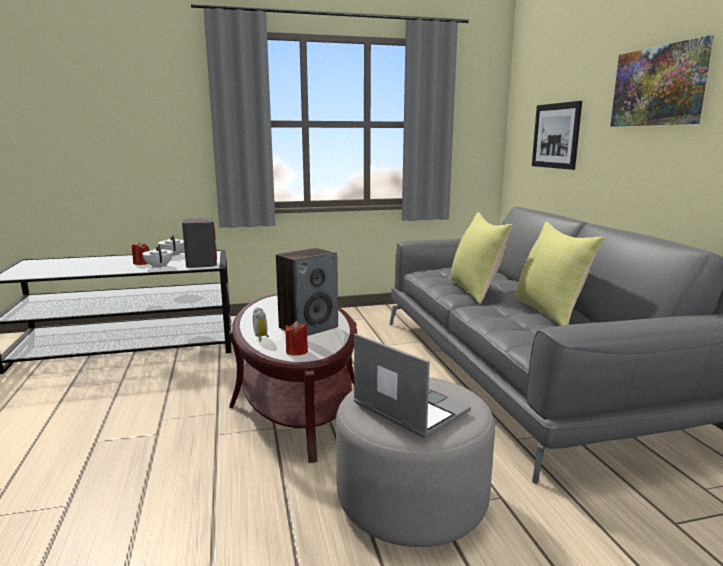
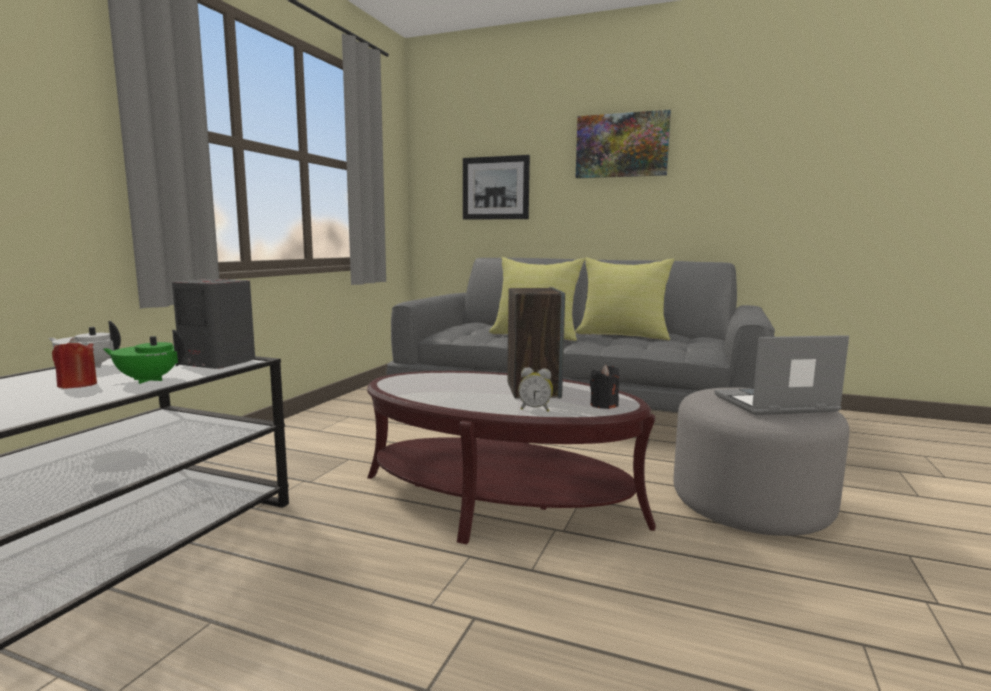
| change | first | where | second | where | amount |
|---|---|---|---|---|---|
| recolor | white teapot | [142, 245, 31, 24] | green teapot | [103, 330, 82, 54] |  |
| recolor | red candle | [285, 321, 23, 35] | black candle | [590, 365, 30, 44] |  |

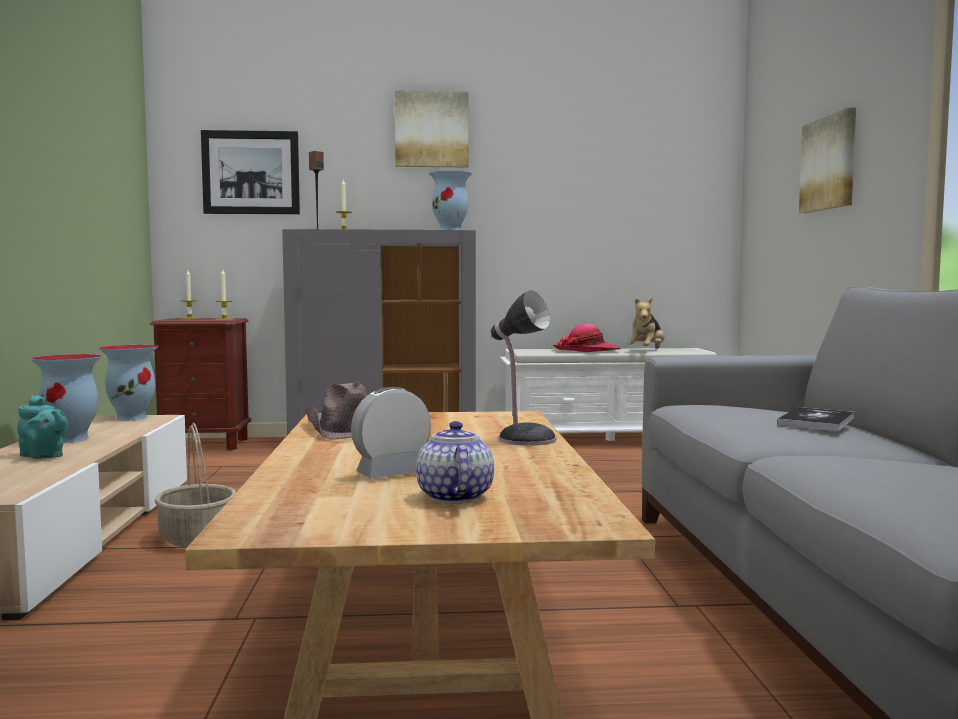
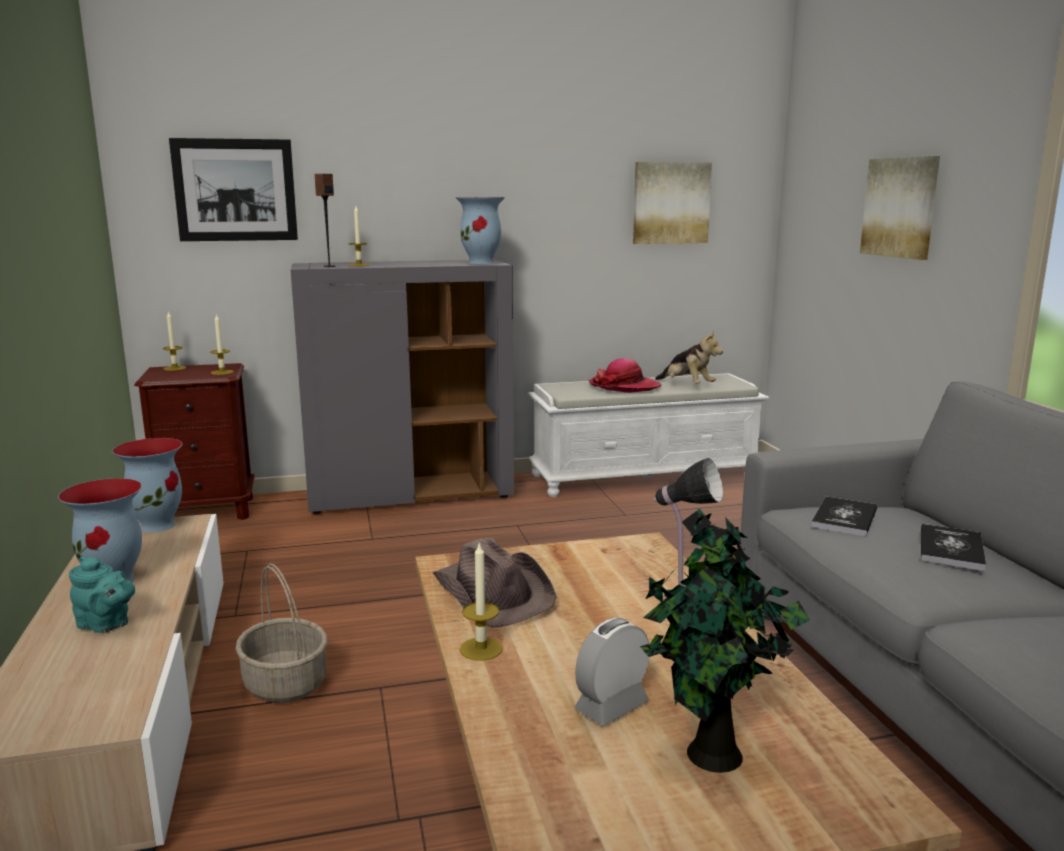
| change | first | where | second | where | amount |
|---|---|---|---|---|---|
| move | picture | [395, 90, 73, 77] |  | [633, 162, 79, 82] |  |
| replace | teapot | [416, 421, 78, 83] | potted plant | [640, 509, 170, 264] |  |
| rotate | plush toy | [627, 297, 38, 52] |  | [655, 331, 68, 52] | 60 degrees counterclockwise |
| insert |  |  | candle | [460, 541, 43, 120] |  |
| insert |  |  | book | [811, 496, 66, 40] |  |

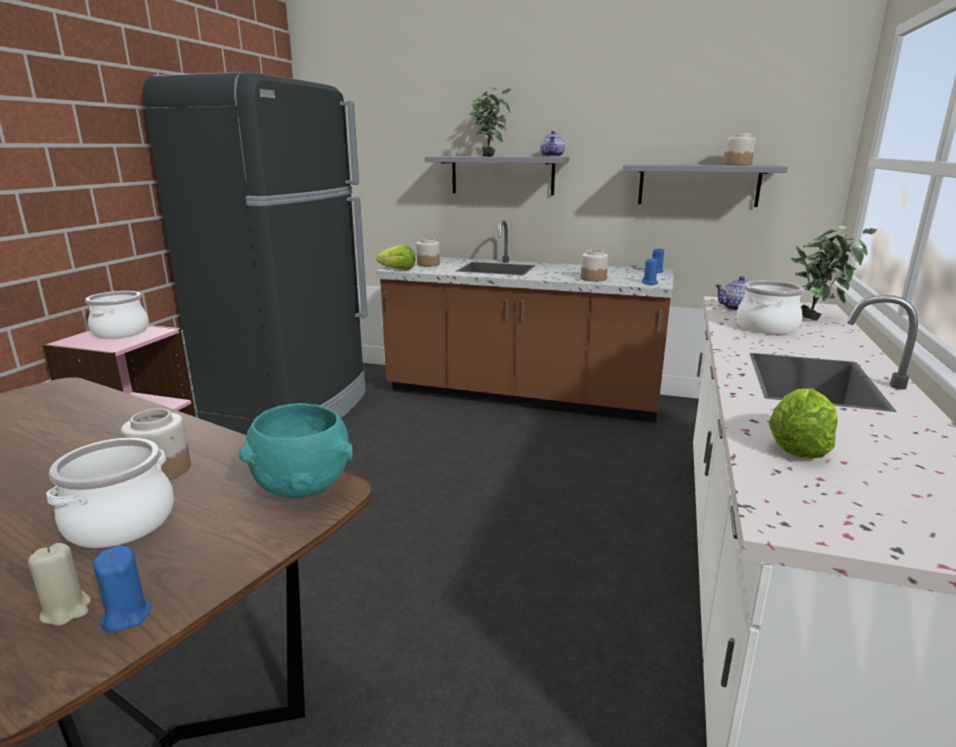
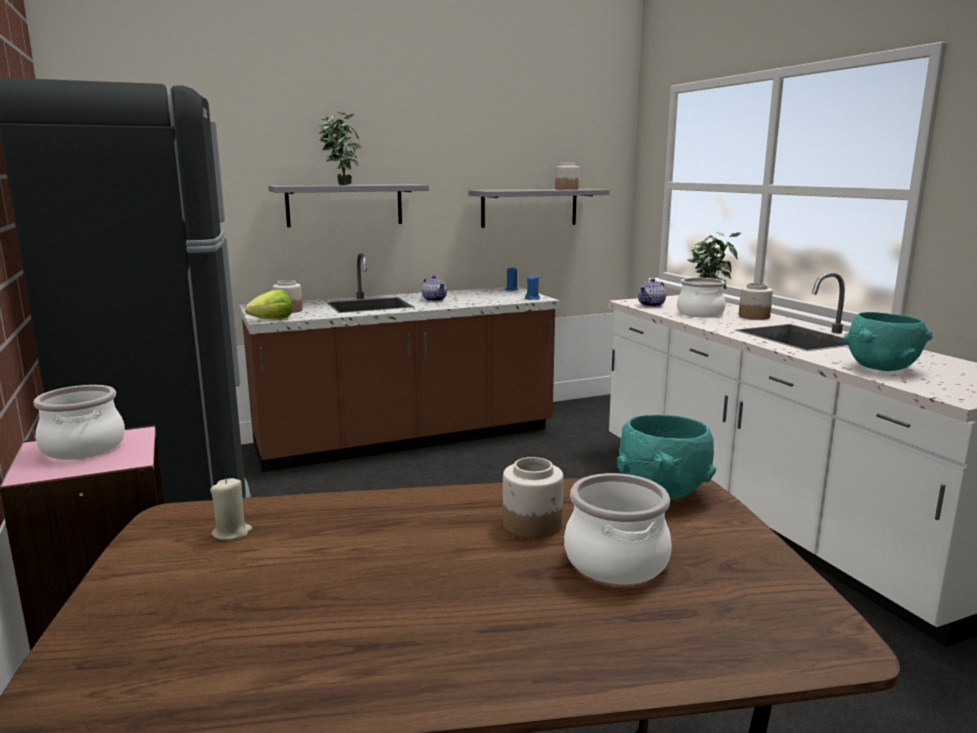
| change | first | where | second | where | amount |
|---|---|---|---|---|---|
| move | beige candle | [28, 543, 63, 83] |  | [210, 478, 42, 62] |  |
| delete | blue candle | [93, 546, 58, 86] |  |  |  |
| move | teapot | [540, 131, 25, 26] |  | [422, 275, 25, 26] |  |
| move | jar | [581, 249, 27, 32] |  | [739, 283, 34, 37] |  |
| replace | lettuce | [769, 389, 69, 69] | turquoise bowl | [844, 312, 89, 59] |  |

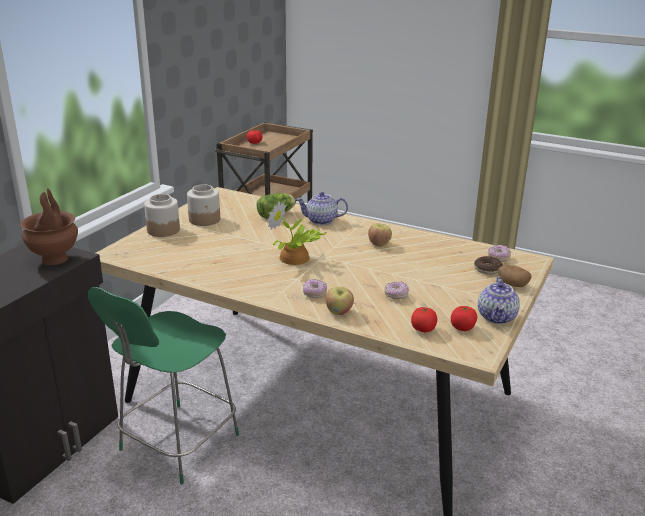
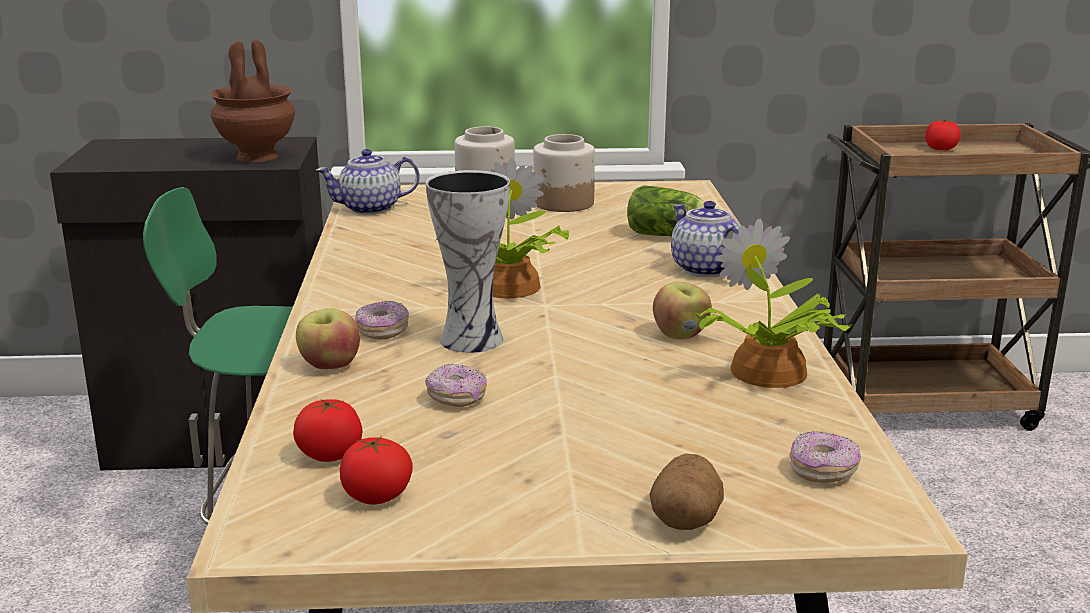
| change | first | where | second | where | amount |
|---|---|---|---|---|---|
| delete | donut | [474, 256, 29, 19] |  |  |  |
| move | teapot | [478, 277, 42, 47] |  | [316, 149, 104, 66] |  |
| insert |  |  | vase | [426, 170, 84, 183] |  |
| insert |  |  | potted plant | [695, 219, 157, 169] |  |

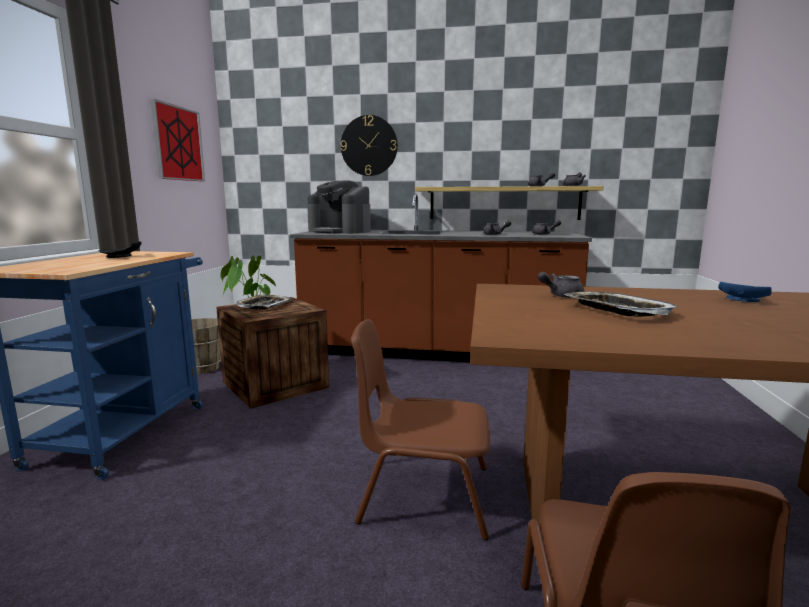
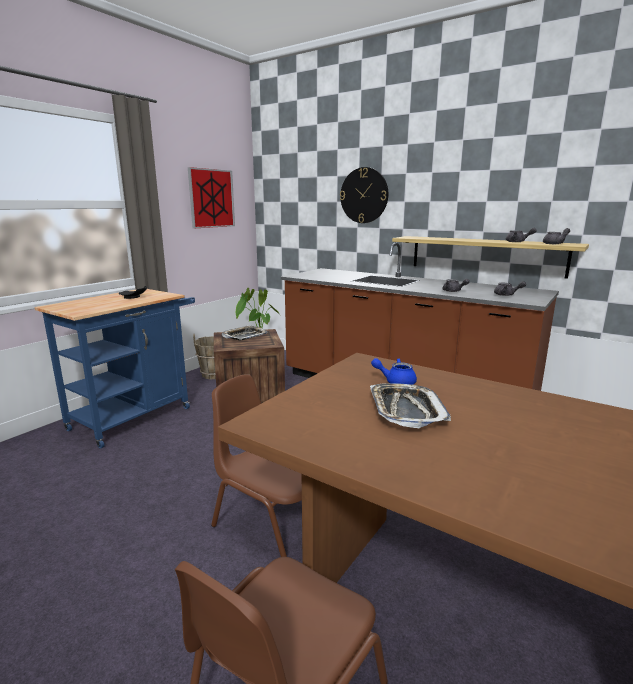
| change | first | where | second | where | amount |
|---|---|---|---|---|---|
| delete | coffee machine | [307, 180, 64, 54] |  |  |  |
| recolor | grey teapot | [538, 272, 47, 26] | blue teapot | [371, 358, 46, 27] |  |
| delete | blue plate | [718, 282, 54, 20] |  |  |  |

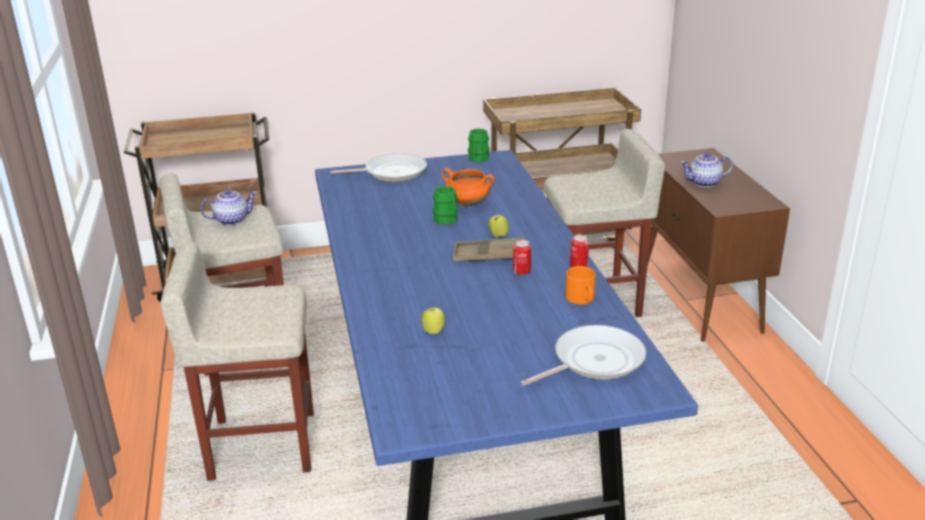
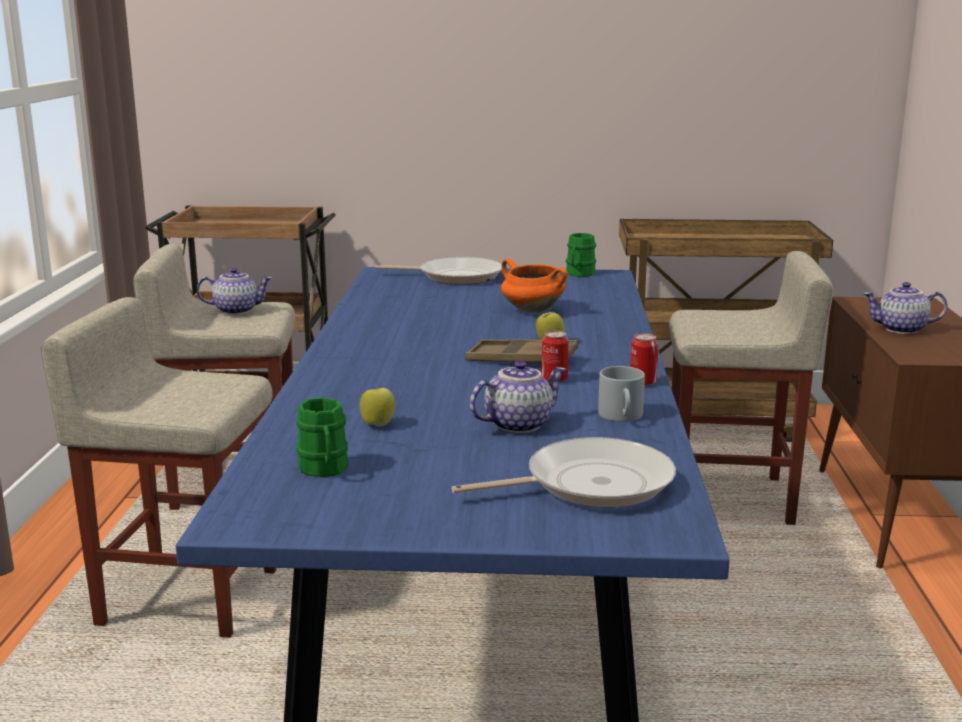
| change | first | where | second | where | amount |
|---|---|---|---|---|---|
| move | green mug | [433, 186, 25, 39] |  | [296, 398, 52, 79] |  |
| recolor | orange mug | [565, 266, 31, 39] | grey mug | [598, 366, 47, 56] |  |
| insert |  |  | teapot | [470, 361, 97, 72] |  |

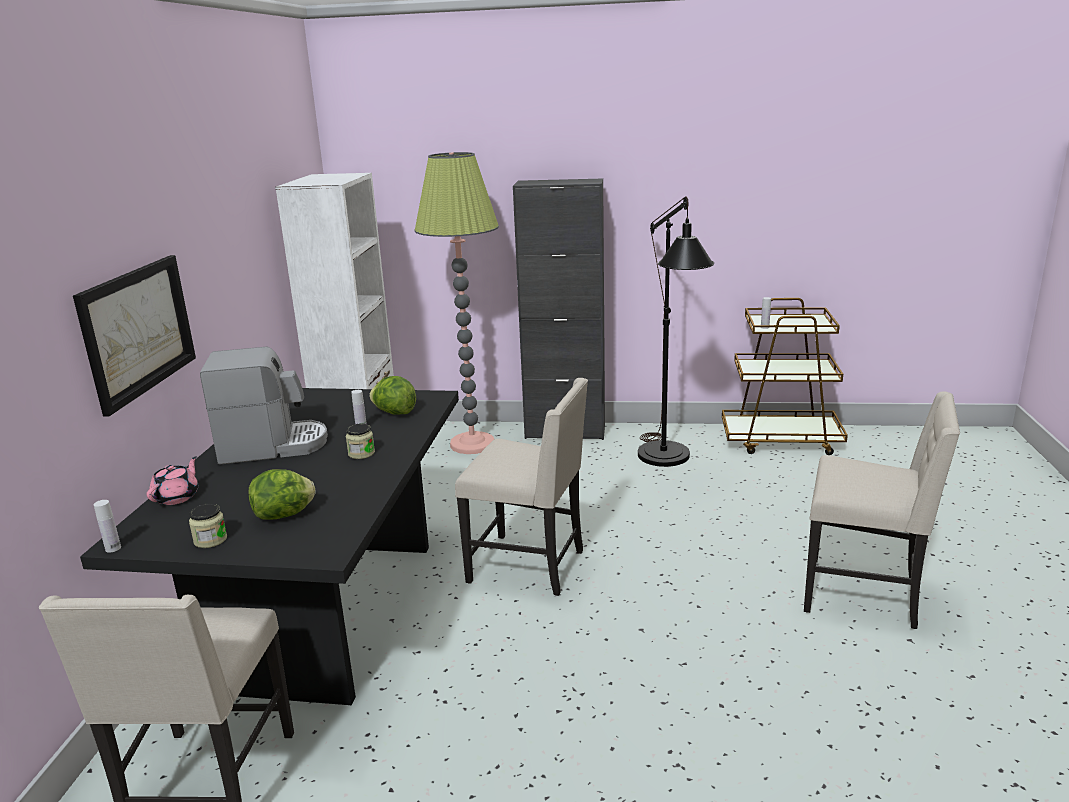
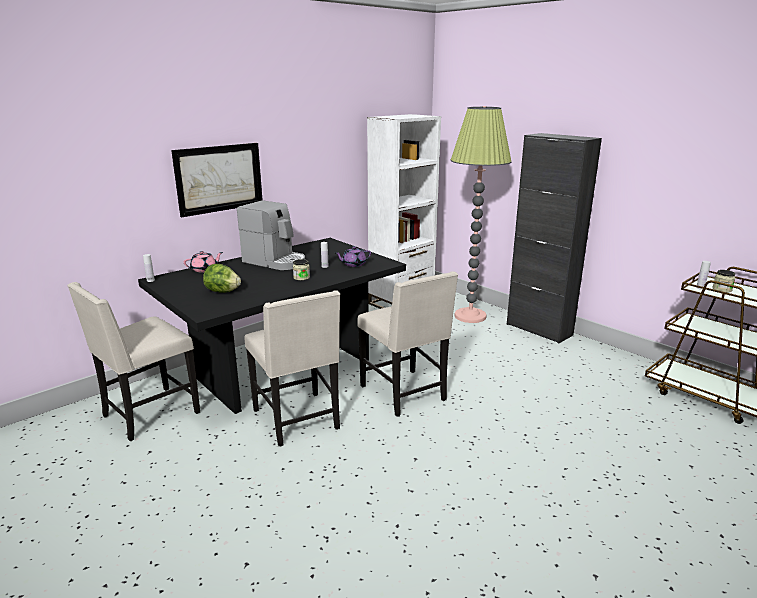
| change | first | where | second | where | amount |
|---|---|---|---|---|---|
| move | jar | [189, 504, 38, 44] |  | [712, 270, 23, 22] |  |
| replace | lettuce | [369, 376, 47, 39] | purple teapot | [335, 246, 36, 21] |  |
| delete | black floor lamp | [638, 196, 76, 271] |  |  |  |
| move | beige chair | [804, 391, 156, 238] |  | [245, 290, 95, 156] |  |

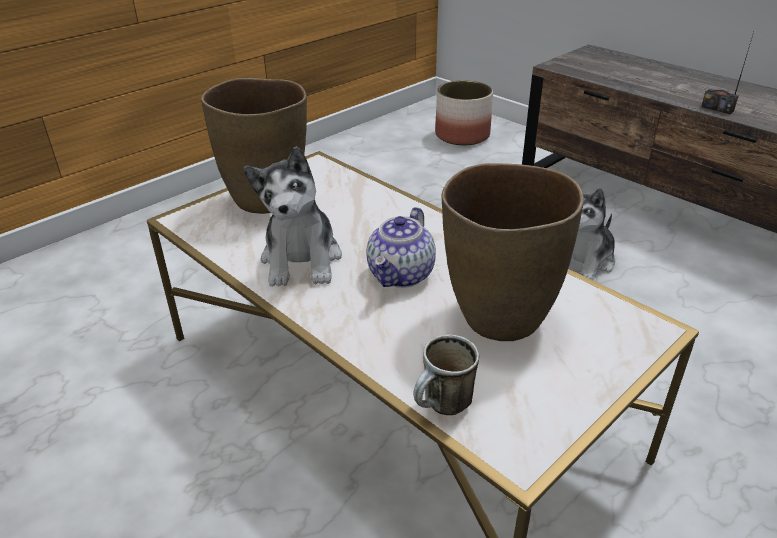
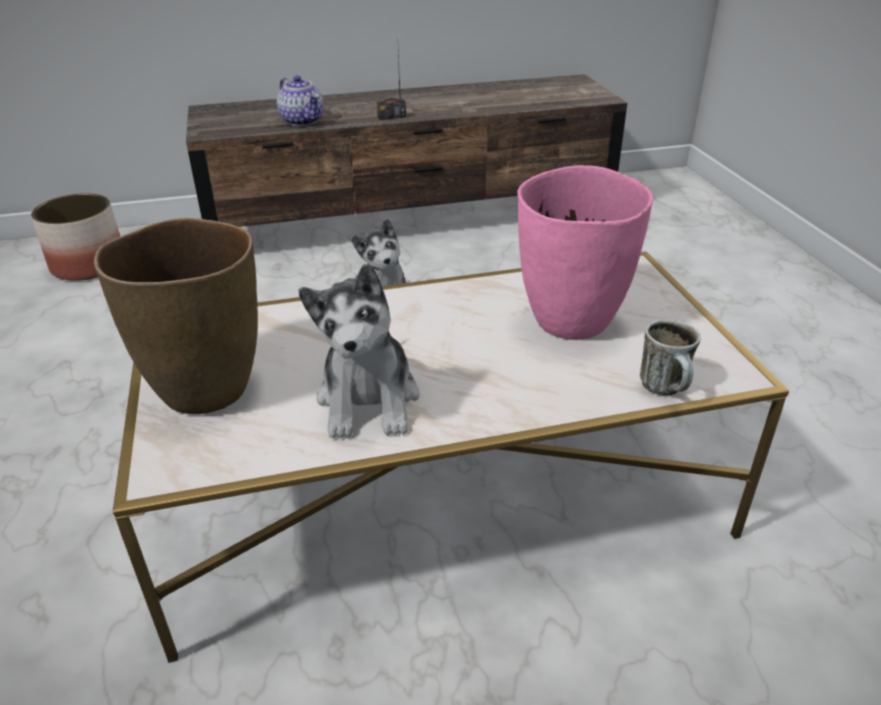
| change | first | where | second | where | amount |
|---|---|---|---|---|---|
| rotate | plush toy | [244, 146, 98, 141] |  | [298, 263, 122, 175] | 60 degrees clockwise |
| move | teapot | [366, 207, 70, 81] |  | [277, 75, 47, 51] |  |
| recolor | brown vase | [441, 163, 143, 178] | pink vase | [518, 165, 135, 175] |  |

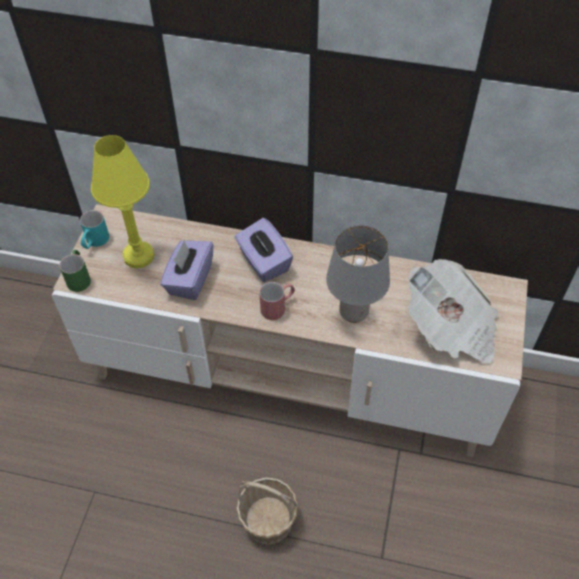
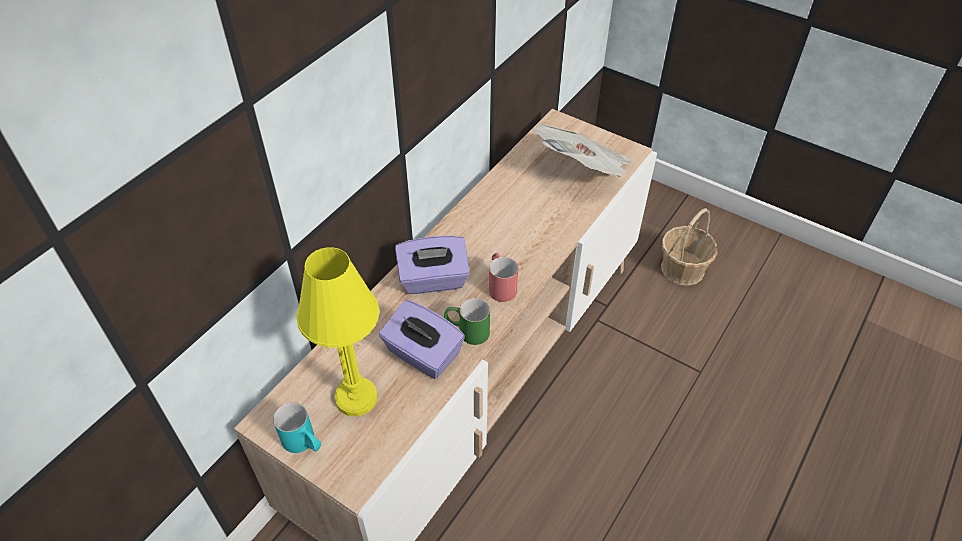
| change | first | where | second | where | amount |
|---|---|---|---|---|---|
| move | green mug | [59, 250, 32, 42] |  | [444, 298, 46, 47] |  |
| move | basket | [236, 477, 62, 68] |  | [661, 208, 57, 78] |  |
| delete | grey table lamp | [326, 225, 64, 98] |  |  |  |

